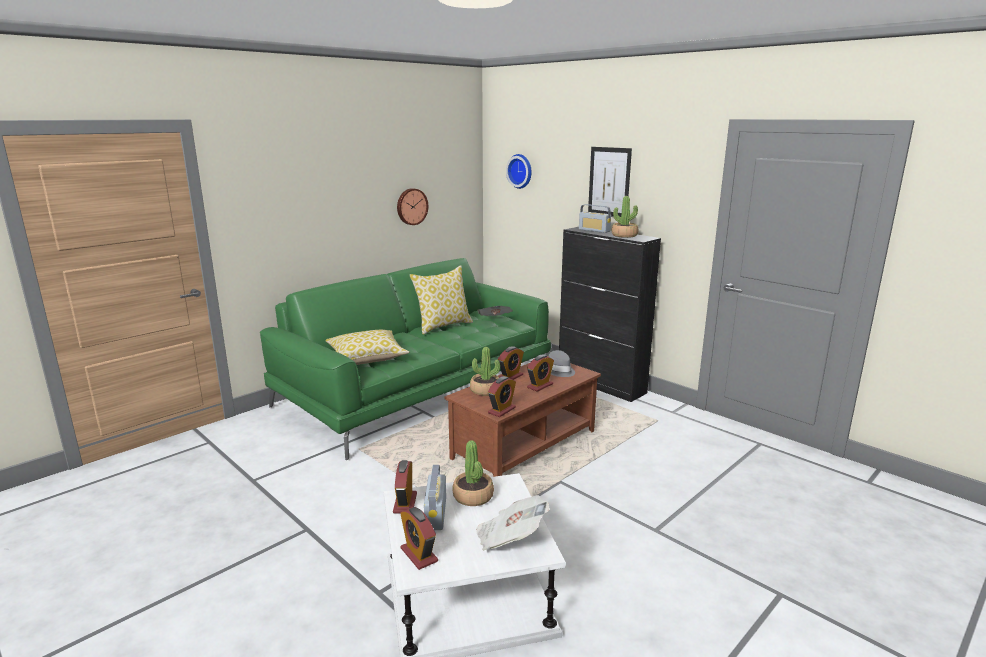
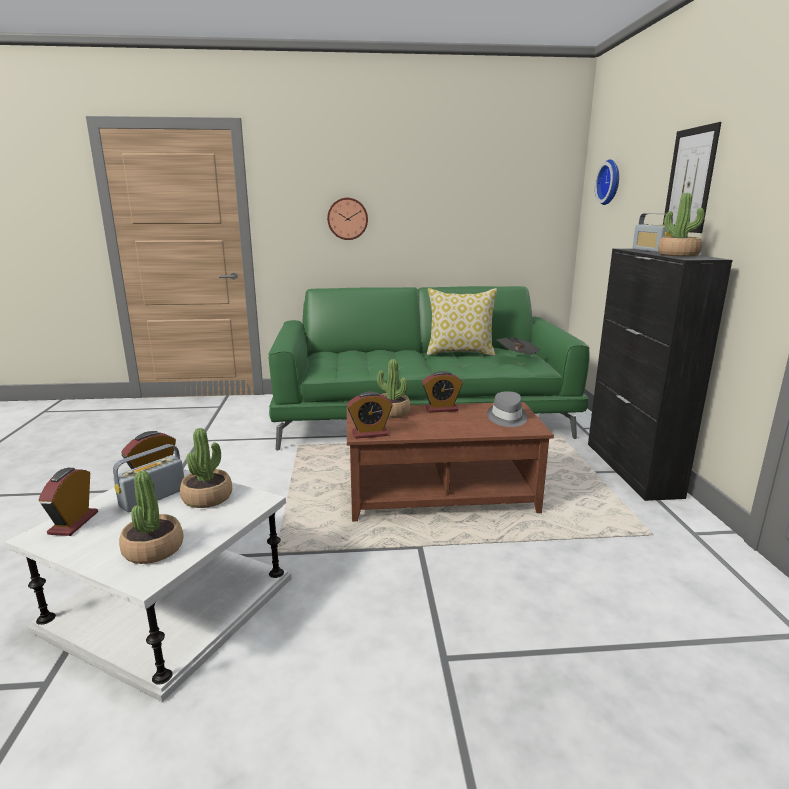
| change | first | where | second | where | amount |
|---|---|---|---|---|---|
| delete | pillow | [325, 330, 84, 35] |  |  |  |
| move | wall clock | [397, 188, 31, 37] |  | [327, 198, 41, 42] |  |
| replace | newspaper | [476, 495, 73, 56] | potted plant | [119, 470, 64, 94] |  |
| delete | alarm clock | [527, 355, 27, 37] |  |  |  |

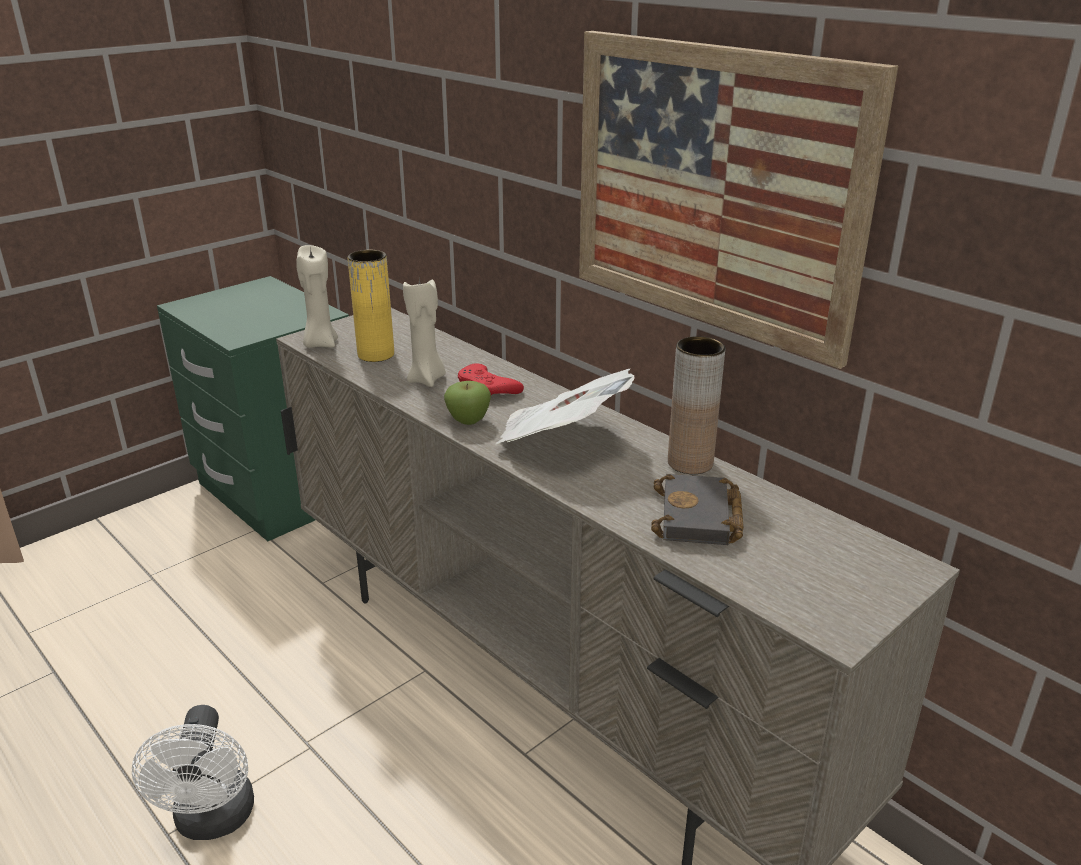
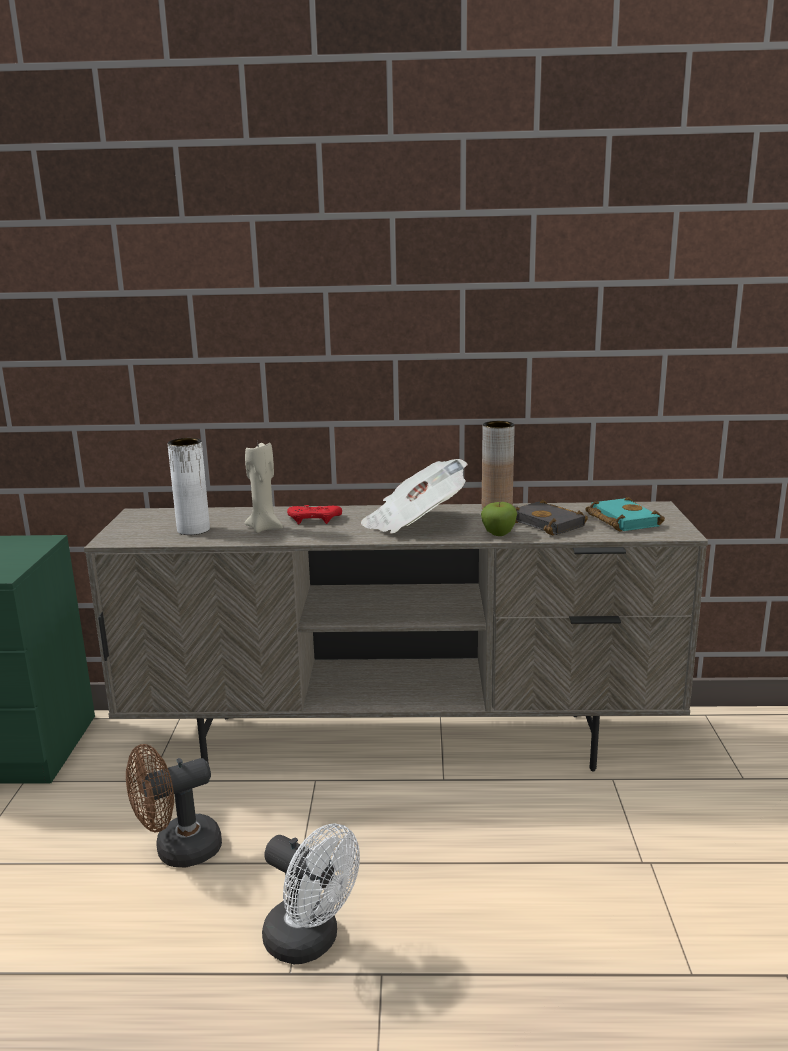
| change | first | where | second | where | amount |
|---|---|---|---|---|---|
| delete | beige candle | [296, 245, 42, 103] |  |  |  |
| recolor | yellow vase | [347, 250, 47, 112] | white vase | [167, 438, 43, 97] |  |
| move | apple | [444, 381, 47, 44] |  | [481, 502, 36, 34] |  |
| delete | picture | [579, 31, 319, 338] |  |  |  |
| insert |  |  | brown fan | [126, 744, 96, 123] |  |
| insert |  |  | turquoise book | [585, 497, 80, 35] |  |

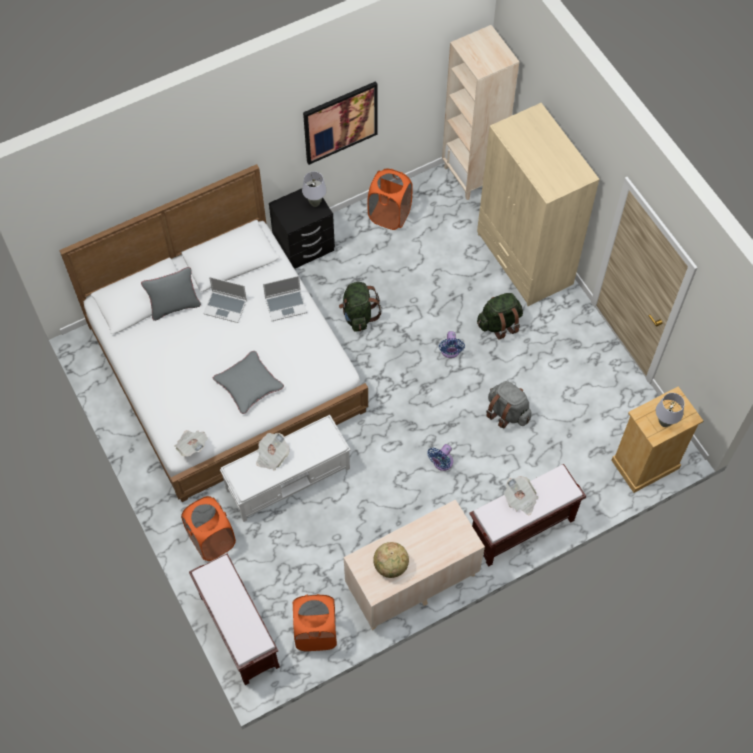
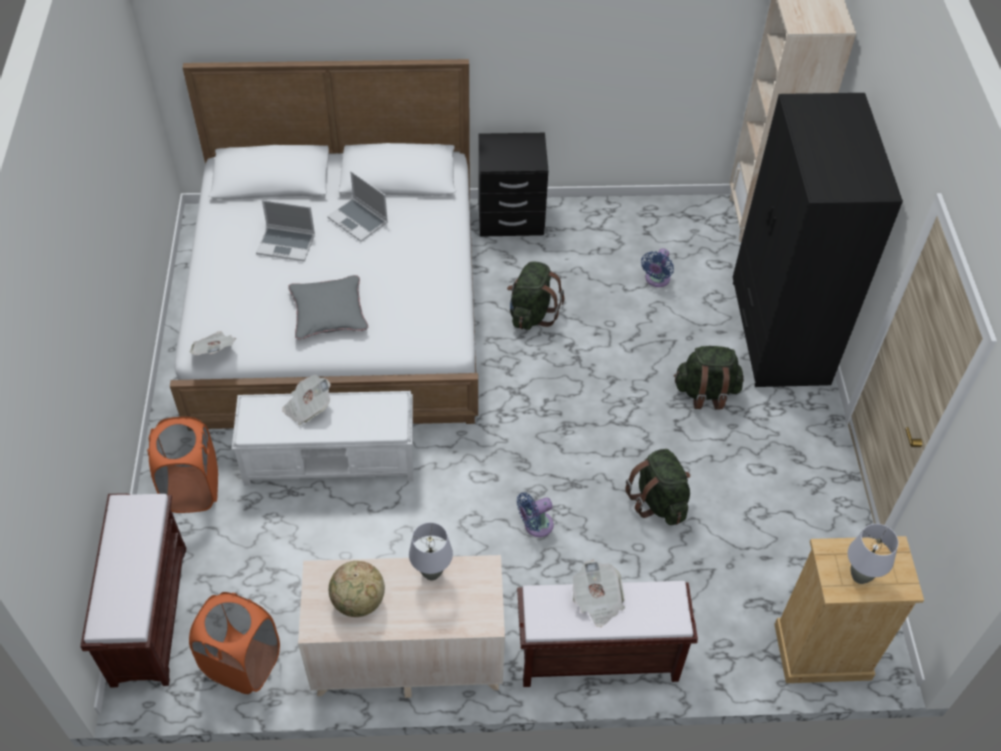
| change | first | where | second | where | amount |
|---|---|---|---|---|---|
| delete | grey pillow | [141, 267, 60, 54] |  |  |  |
| move | laptop | [263, 276, 44, 45] |  | [256, 200, 59, 61] |  |
| move | grey table lamp | [302, 171, 25, 36] |  | [409, 522, 44, 58] |  |
| delete | picture | [303, 81, 75, 84] |  |  |  |
| delete | orange laundry basket | [368, 168, 45, 62] |  |  |  |
| move | blue fan | [439, 331, 26, 27] |  | [641, 248, 33, 39] |  |
| recolor | beige wardrobe | [477, 103, 122, 203] | black wardrobe | [733, 93, 170, 294] |  |
| recolor | grey backpack | [486, 381, 46, 48] | green backpack | [625, 449, 65, 76] |  |

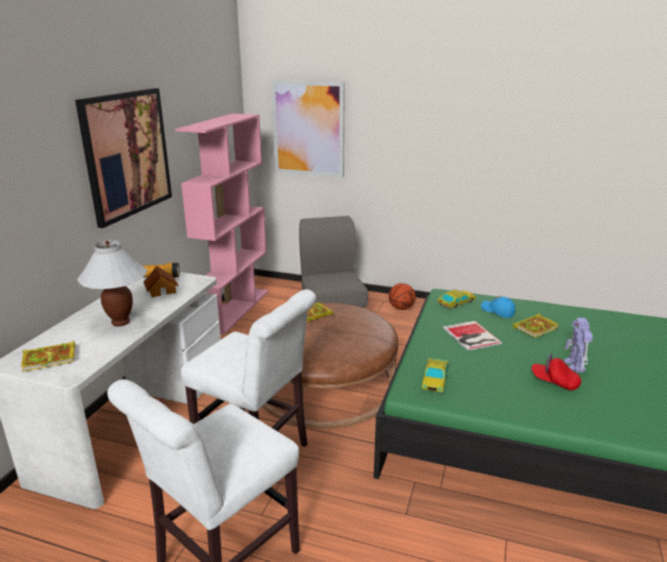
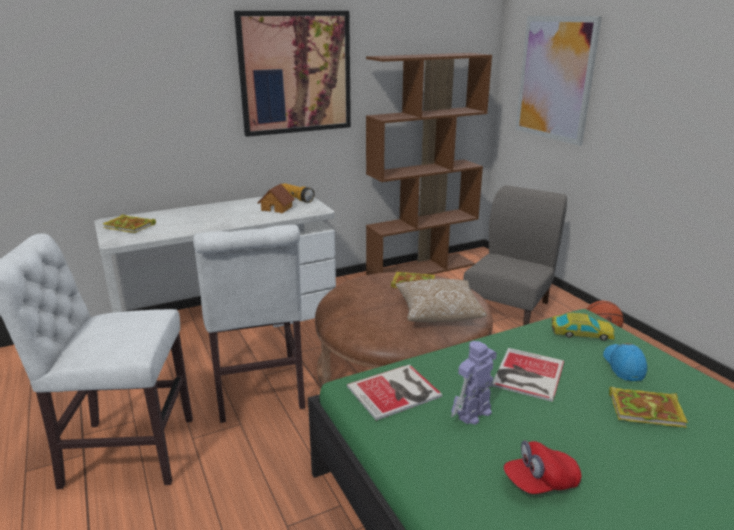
| change | first | where | second | where | amount |
|---|---|---|---|---|---|
| delete | white table lamp | [77, 240, 70, 86] |  |  |  |
| recolor | pink bookcase | [175, 113, 94, 222] | brown bookcase | [366, 53, 126, 222] |  |
| replace | toy car | [422, 358, 26, 34] | book | [347, 364, 95, 57] |  |
| rotate | red cap | [532, 353, 49, 38] |  | [504, 440, 77, 54] | 90 degrees counterclockwise |
| move | toy robot | [564, 318, 28, 54] |  | [451, 341, 46, 84] |  |
| insert |  |  | pillow | [395, 279, 92, 43] |  |

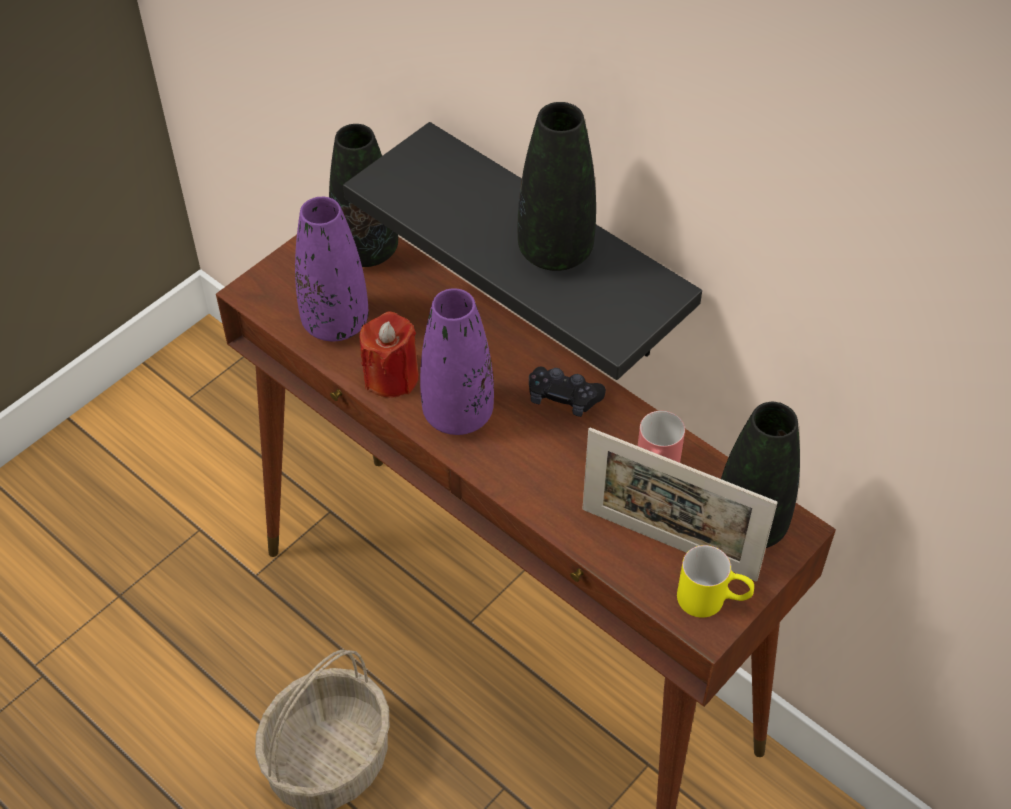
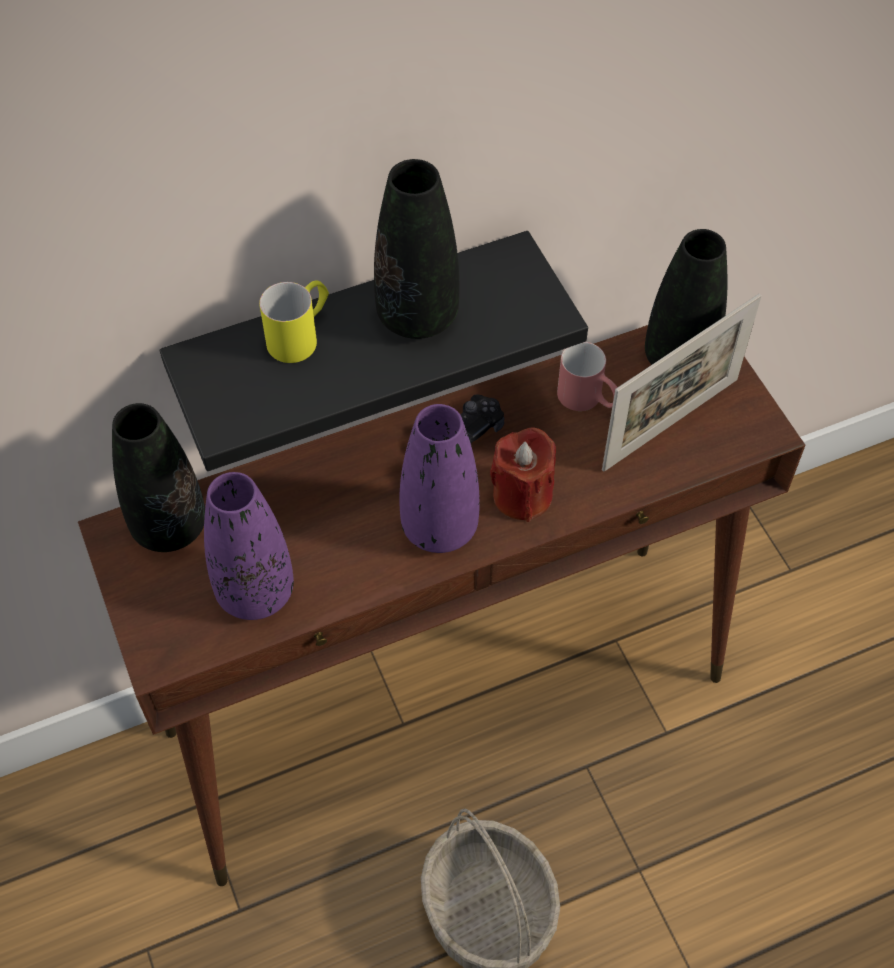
| change | first | where | second | where | amount |
|---|---|---|---|---|---|
| move | red candle | [360, 312, 59, 86] |  | [490, 427, 66, 95] |  |
| move | yellow mug | [677, 545, 77, 73] |  | [259, 280, 70, 83] |  |

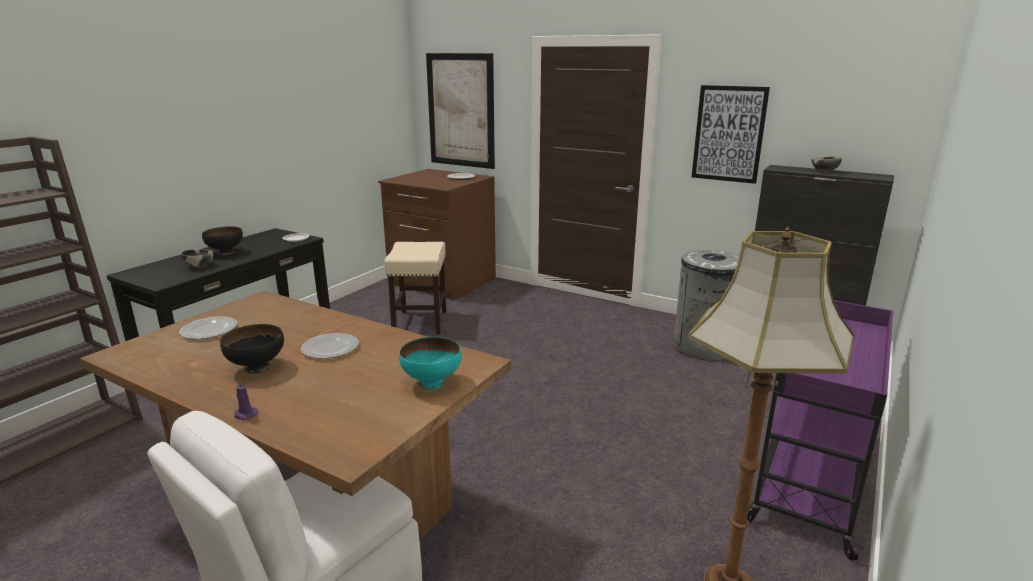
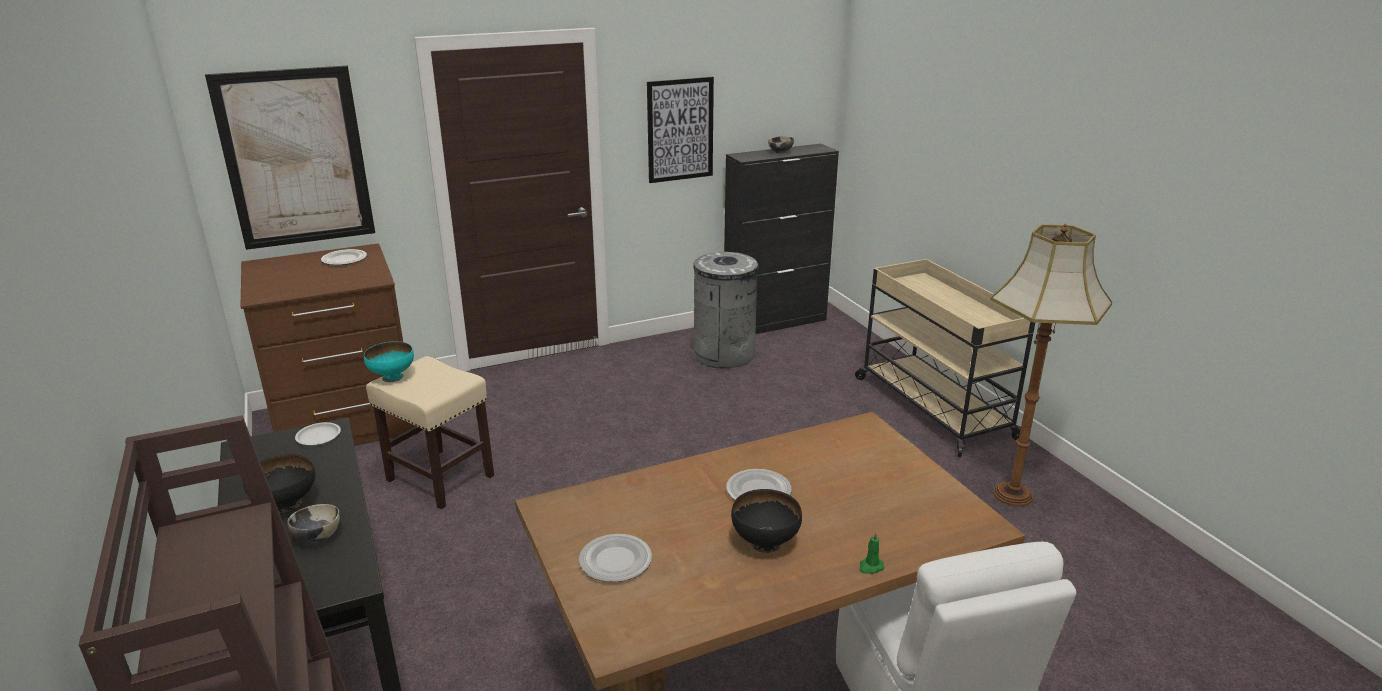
| change | first | where | second | where | amount |
|---|---|---|---|---|---|
| recolor | purple candle | [234, 379, 24, 41] | green candle | [860, 531, 25, 43] |  |
| move | turquoise bowl | [399, 337, 62, 53] |  | [364, 341, 50, 41] |  |
| recolor | purple cart | [747, 300, 146, 261] | beige cart | [855, 259, 180, 198] |  |

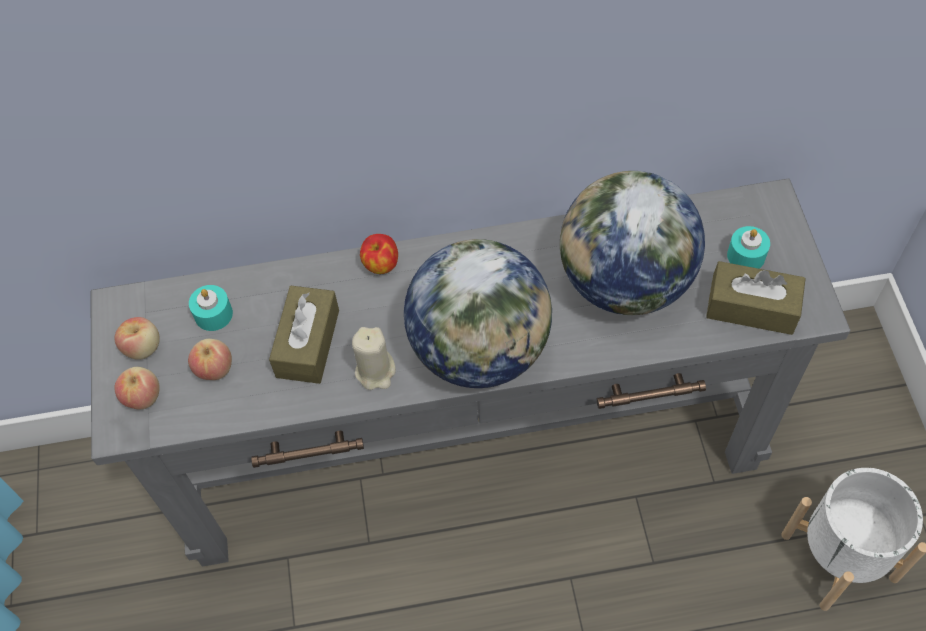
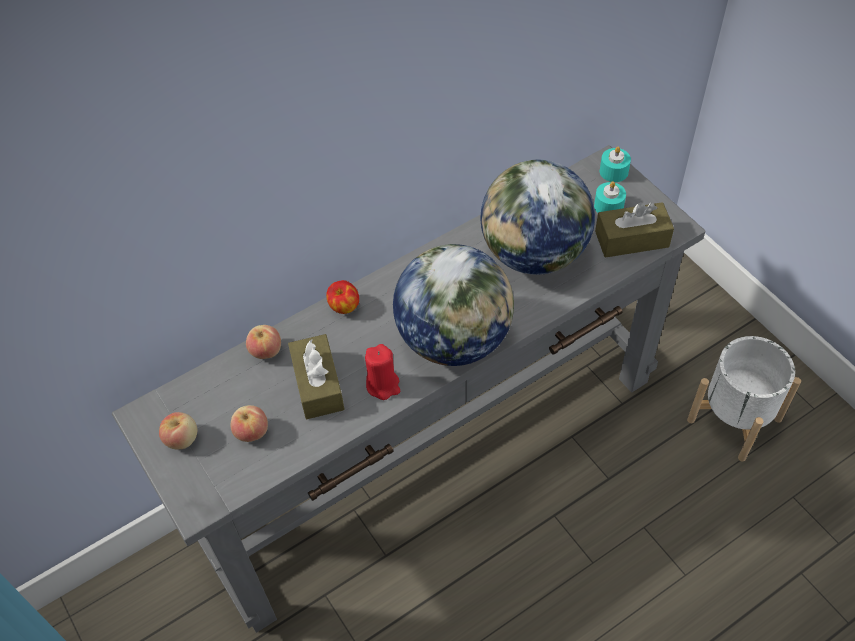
| change | first | where | second | where | amount |
|---|---|---|---|---|---|
| move | apple | [114, 367, 46, 43] |  | [246, 325, 35, 34] |  |
| move | turquoise candle | [189, 285, 44, 46] |  | [600, 146, 31, 36] |  |
| recolor | beige candle | [352, 327, 44, 63] | red candle | [365, 344, 35, 56] |  |

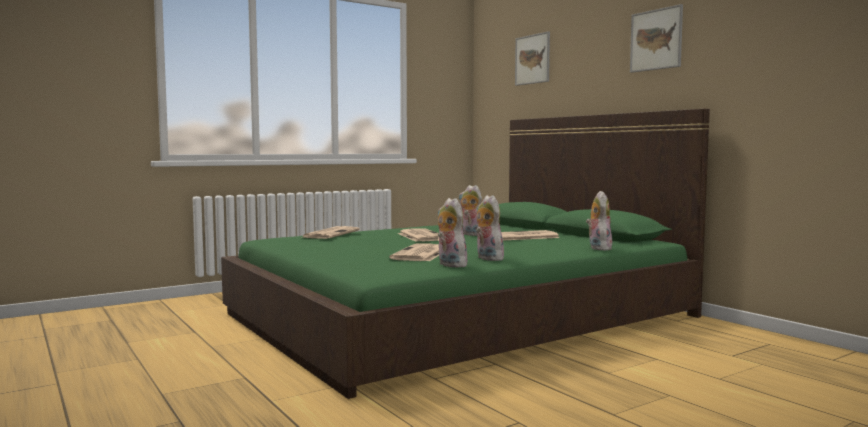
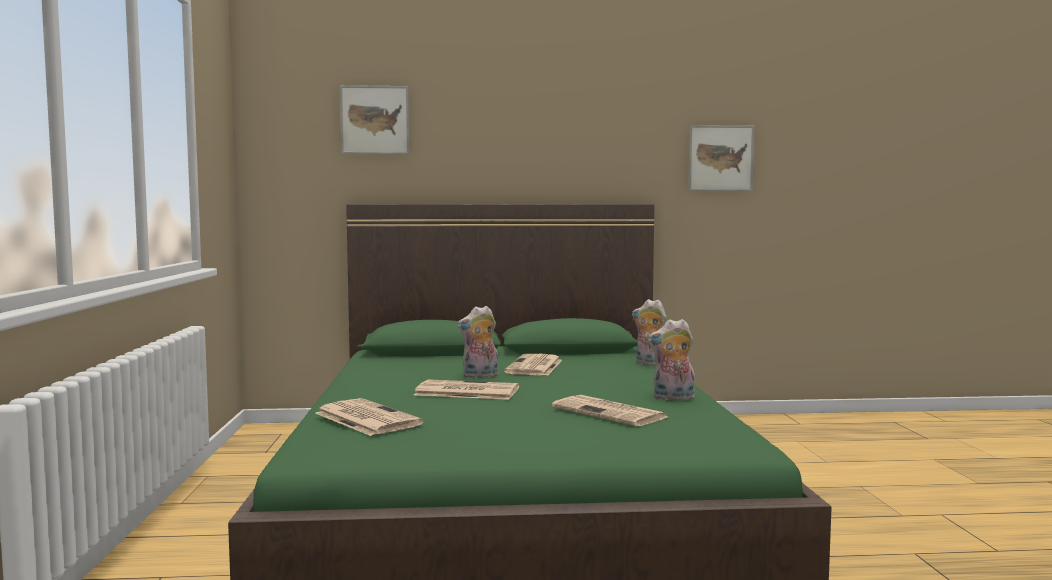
| change | first | where | second | where | amount |
|---|---|---|---|---|---|
| delete | plush toy | [438, 198, 32, 70] |  |  |  |
| move | picture | [630, 4, 53, 69] |  | [688, 125, 66, 66] |  |

